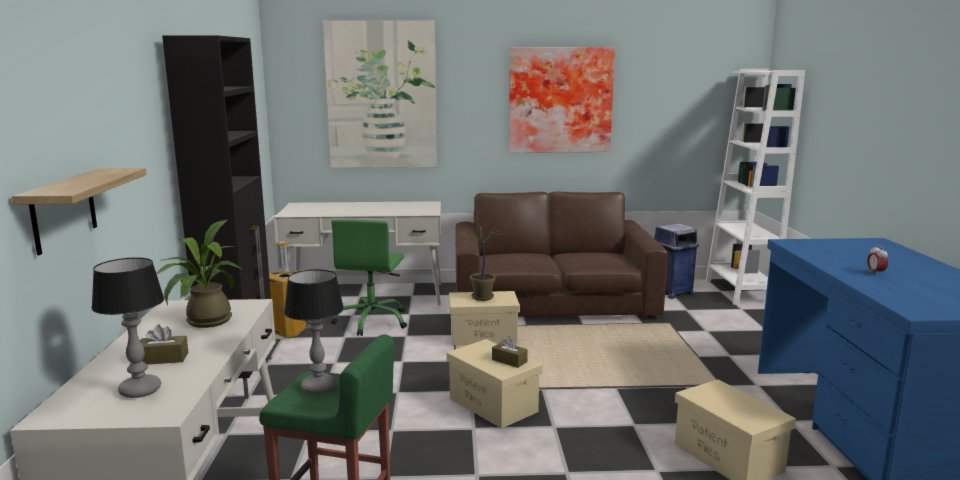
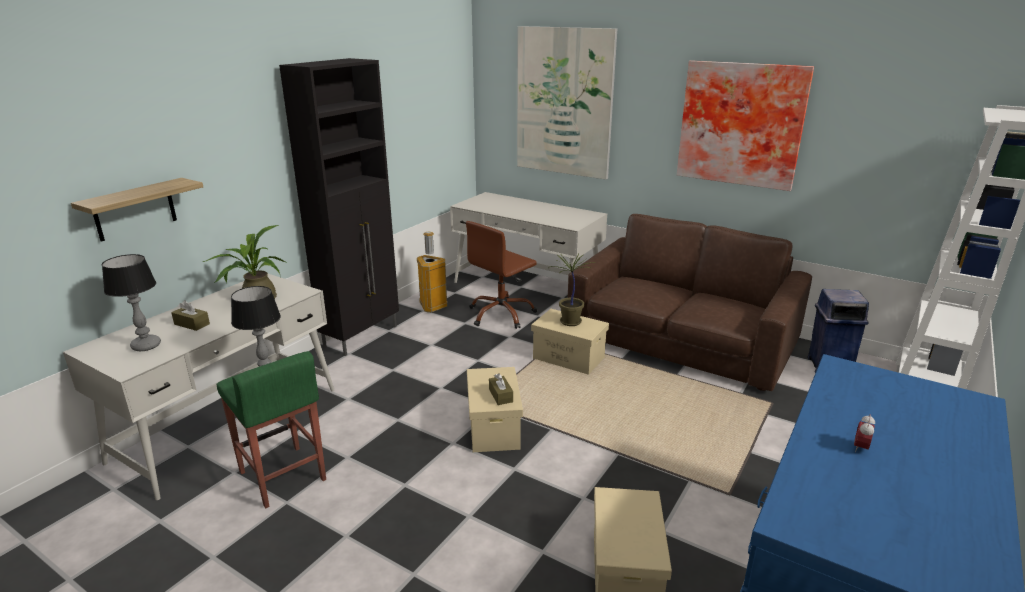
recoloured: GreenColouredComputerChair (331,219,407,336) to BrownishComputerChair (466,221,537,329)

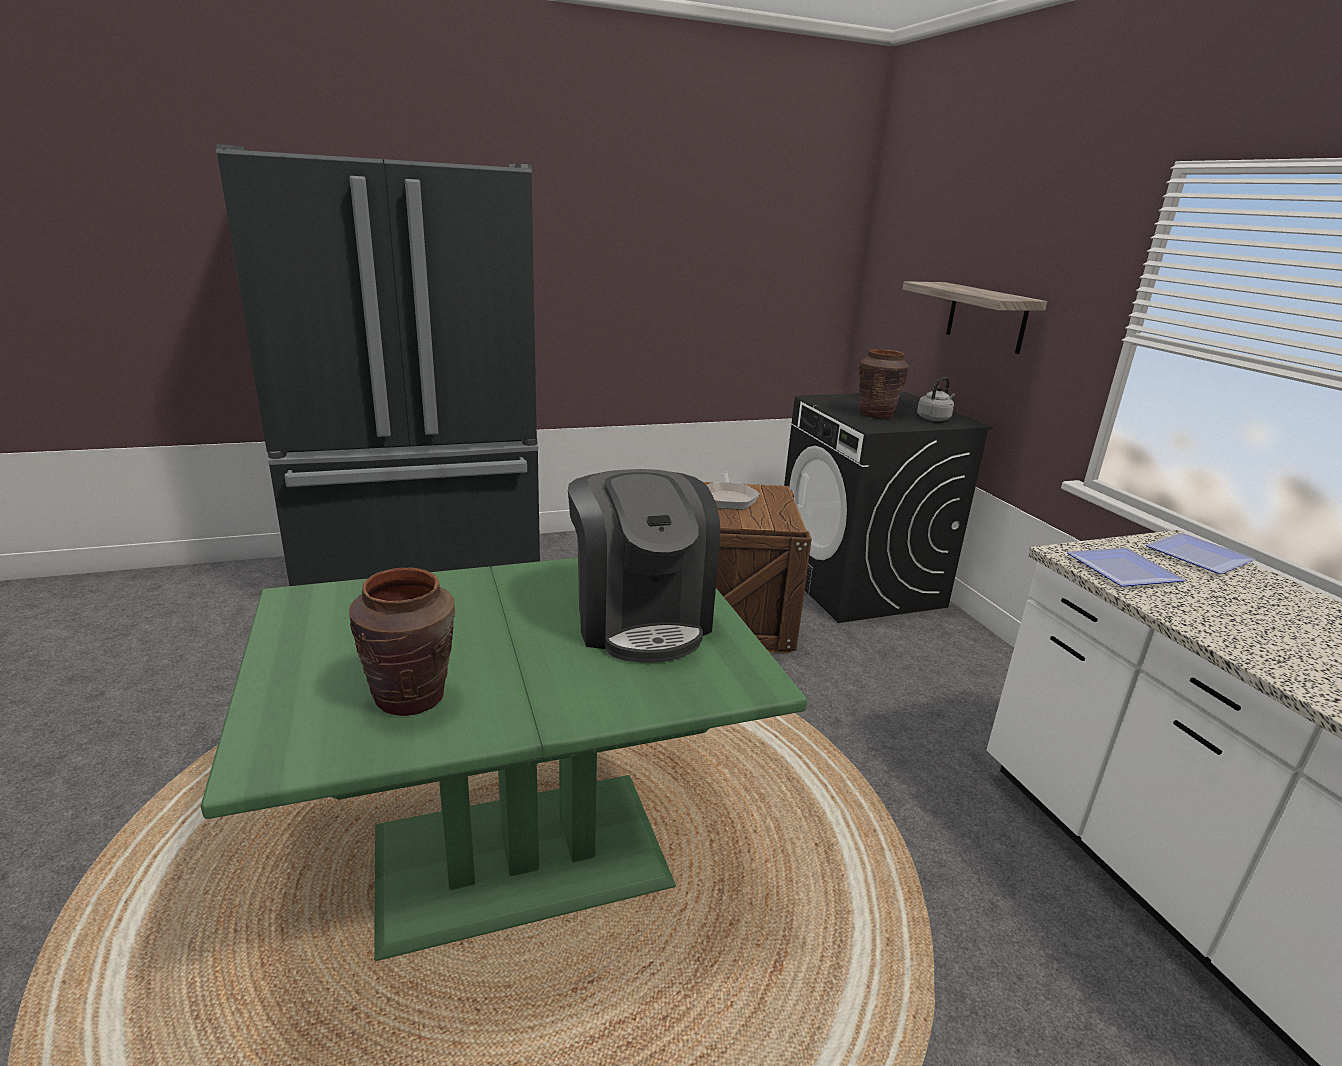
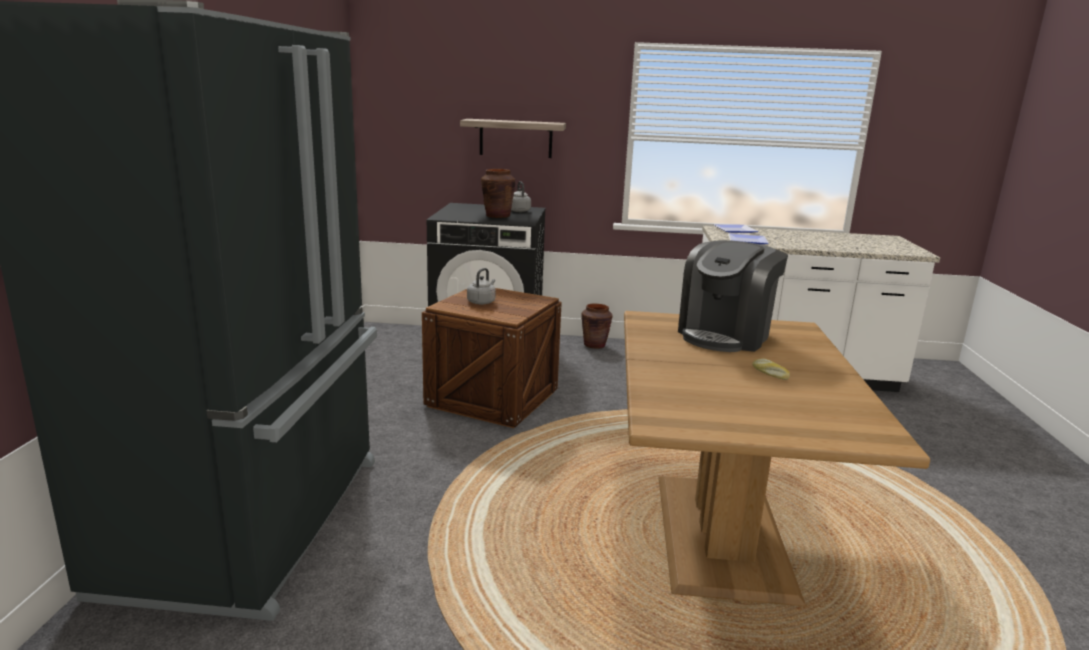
added: BakedBread (752,358,790,380)
moved: BrownishVase (349,567,455,716) to (581,304,612,349)
replaced: FryingPan (707,472,760,509) to GreyishWaterKettle (467,268,496,305)
recoloured: GreenColouredDinnerTable (200,558,807,961) to BrownishDinnerTable (624,311,930,606)
turned: CoffeeMachine (568,469,720,663) = (678,240,788,352) 120 degrees clockwise

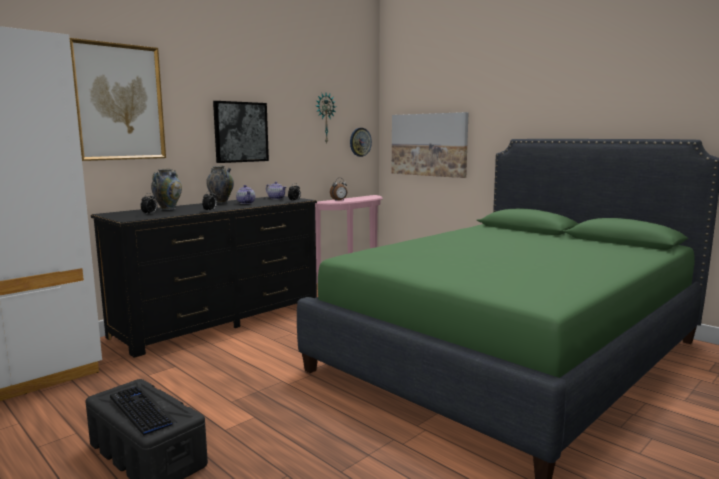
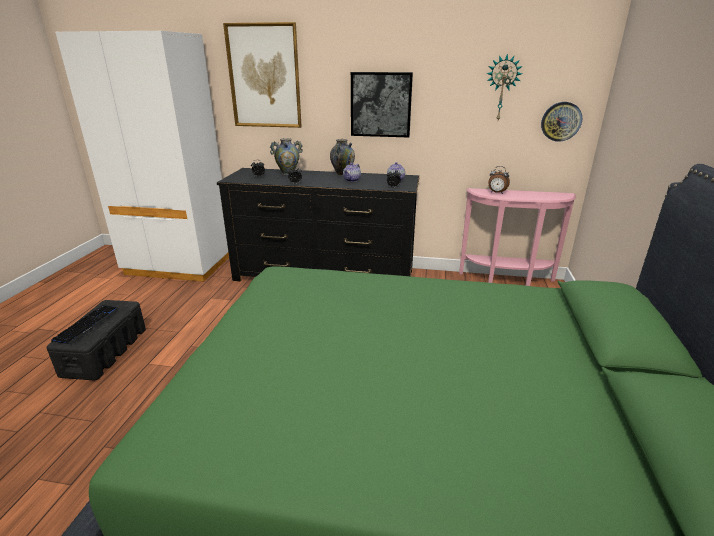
removed: WallPicture (392,112,469,178)

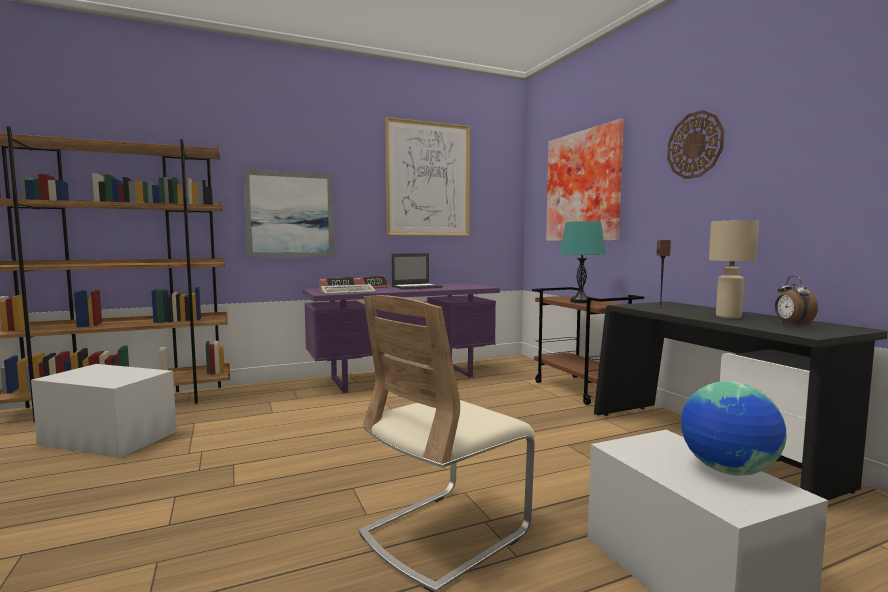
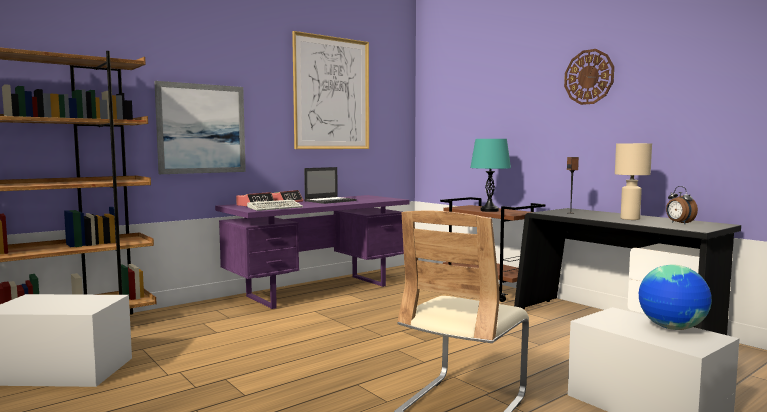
removed: WallPicture (546,119,624,241)

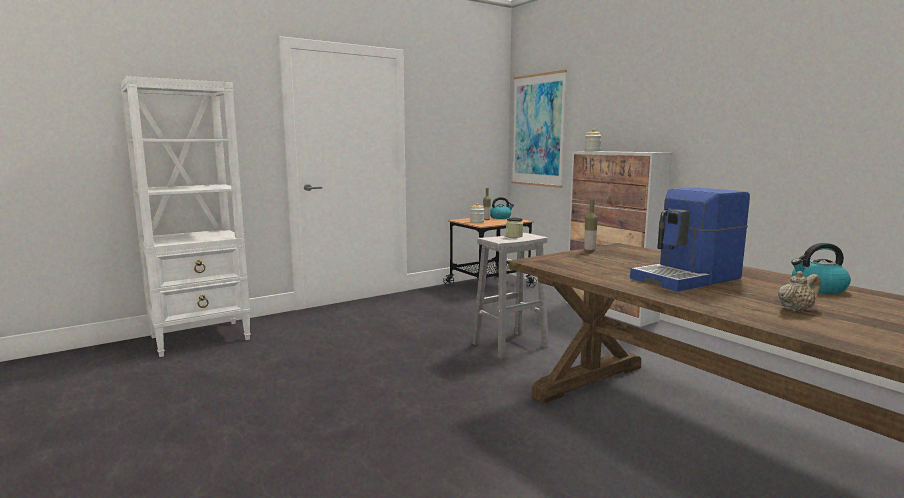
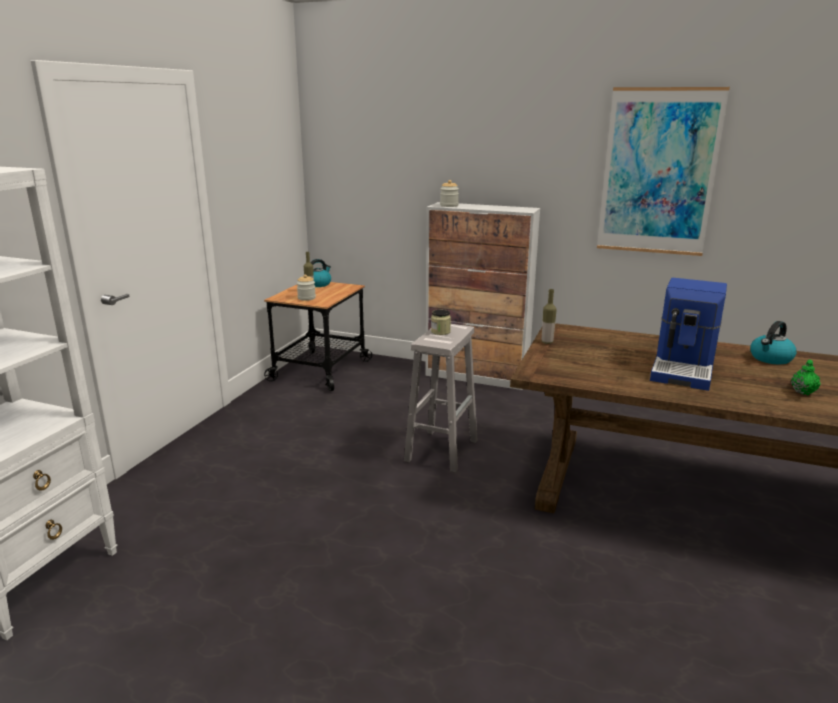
moved: WallPicture (512,70,567,188) to (597,87,730,256)
recoloured: SandColouredPotForTea (778,271,821,312) to GreenColouredPotForTea (791,360,821,395)

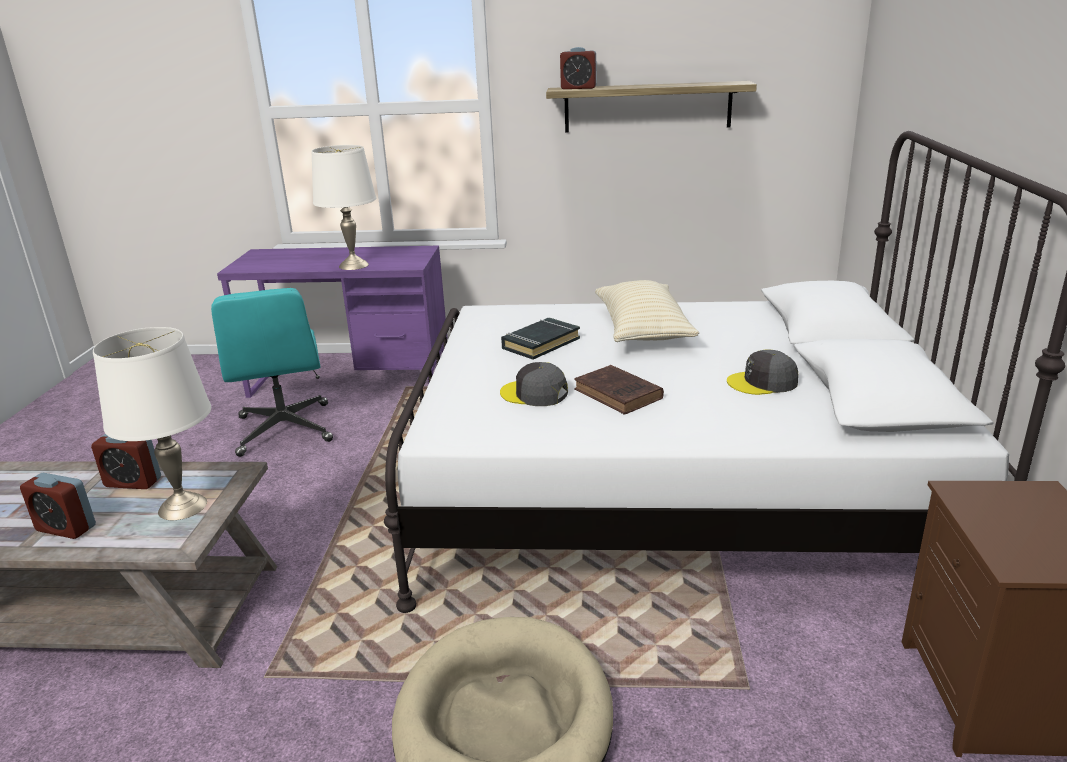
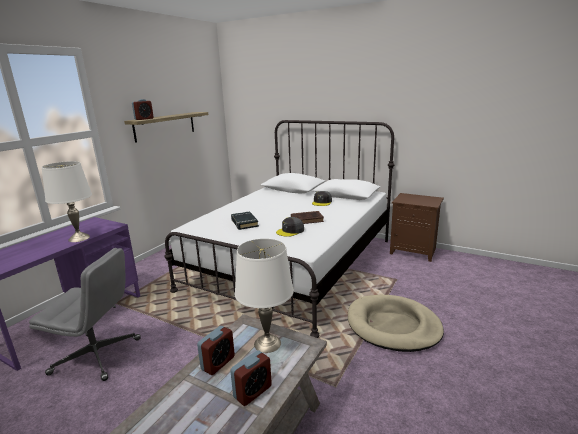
removed: SandColouredThrowPillow (595,280,699,342)
recoloured: TurquoiseColouredComputerChair (211,288,333,457) to GreyishComputerChair (29,248,141,381)

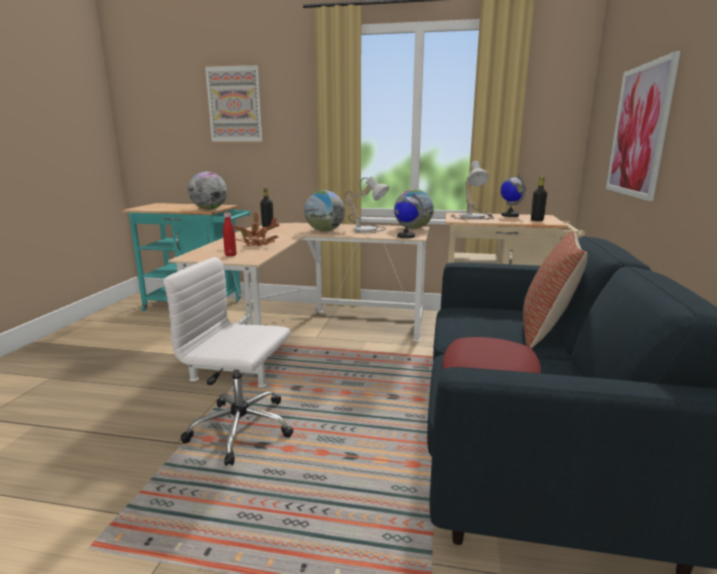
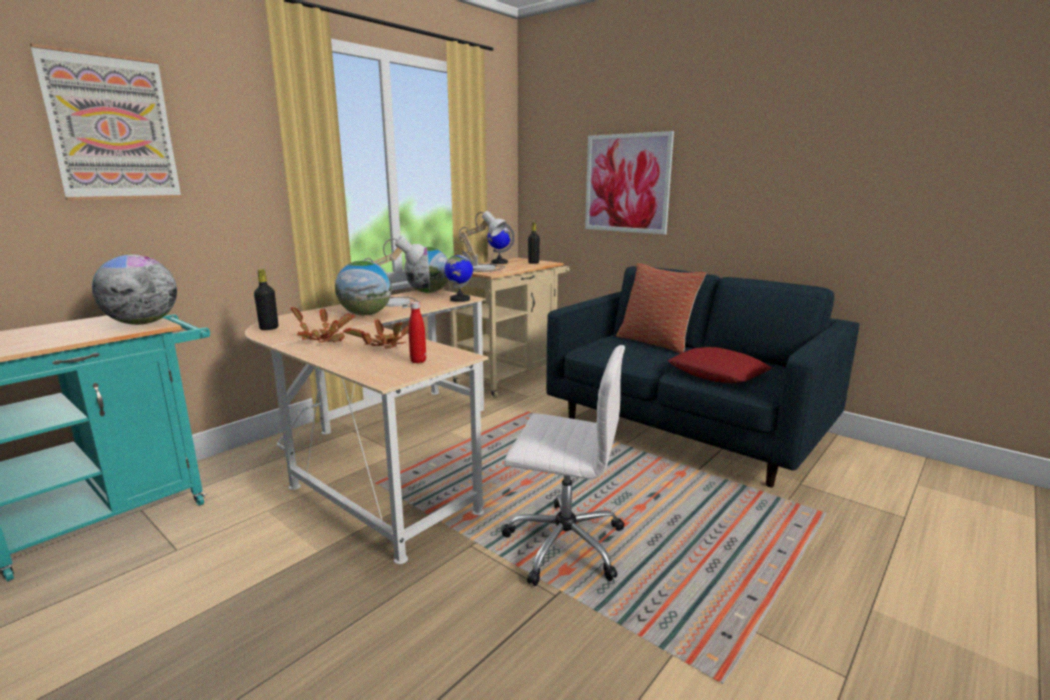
turned: WhiteColouredComputerChair (163,257,293,466) = (502,345,625,586) 120 degrees counterclockwise

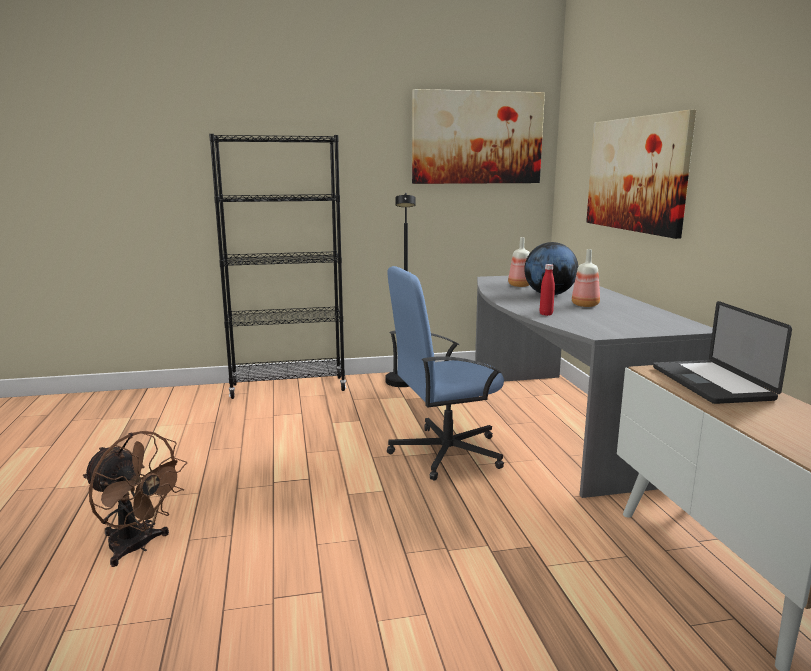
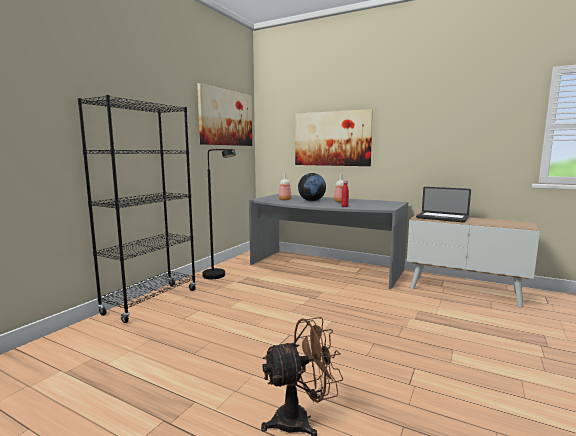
removed: BlueComputerChair (387,266,504,481)

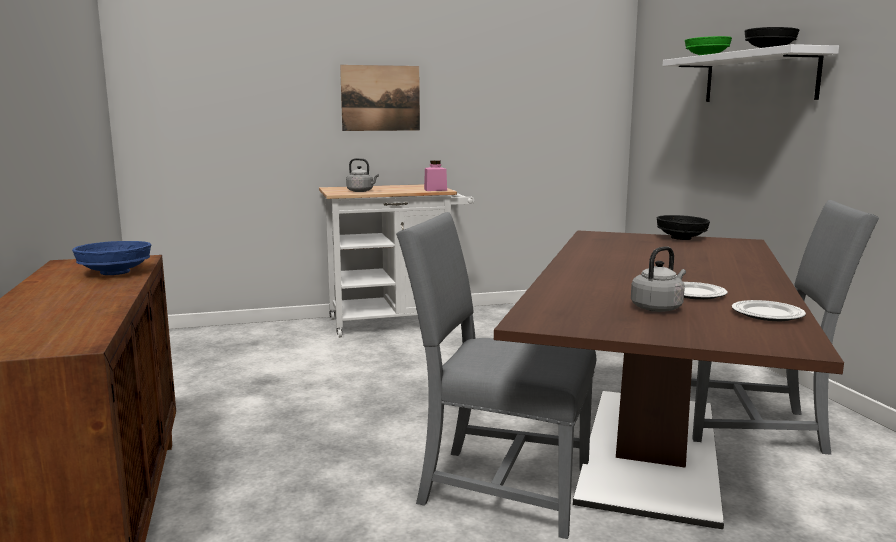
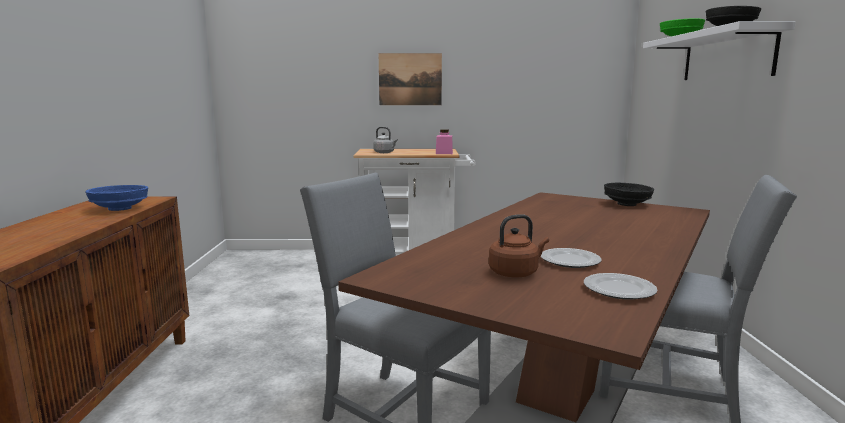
recoloured: GreyishWaterKettle (631,246,686,312) to BrownishWaterKettle (489,214,549,277)

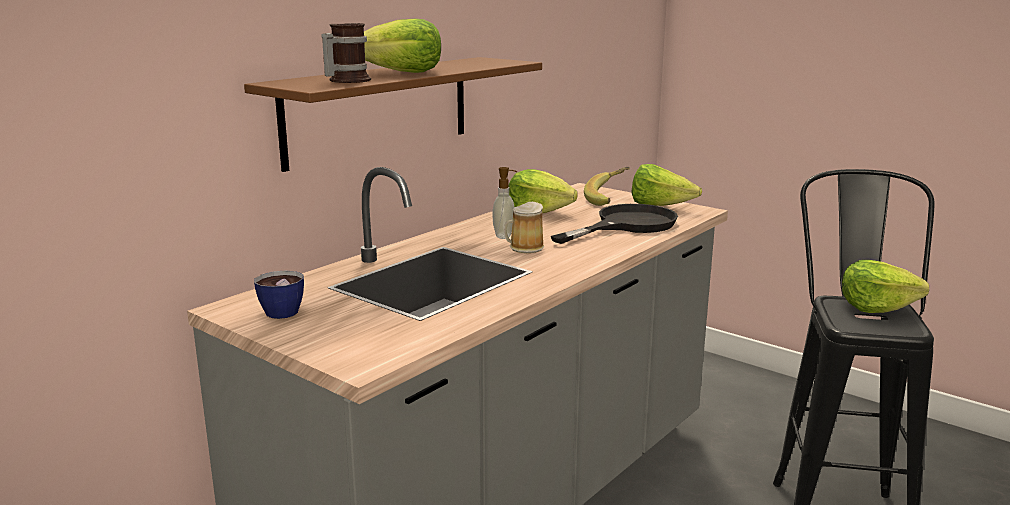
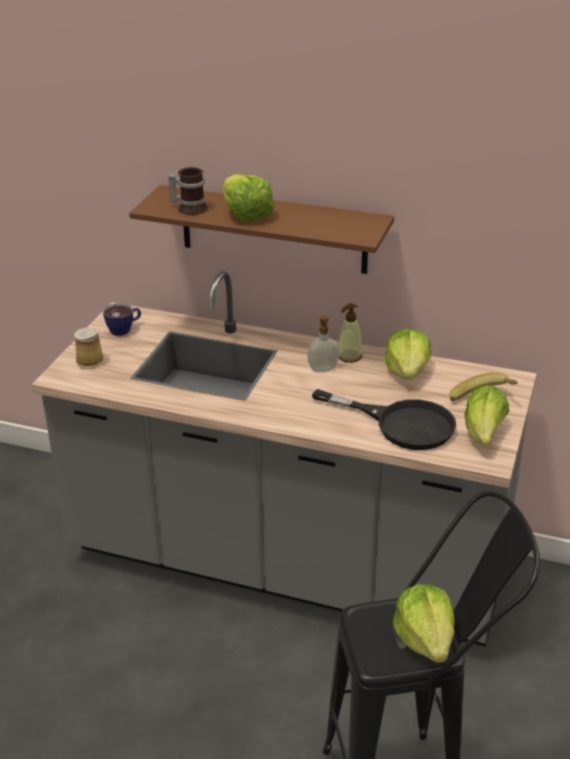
added: SoapDispenser (338,303,363,363)
moved: CoffeeMug (504,202,545,253) to (74,328,104,369)

